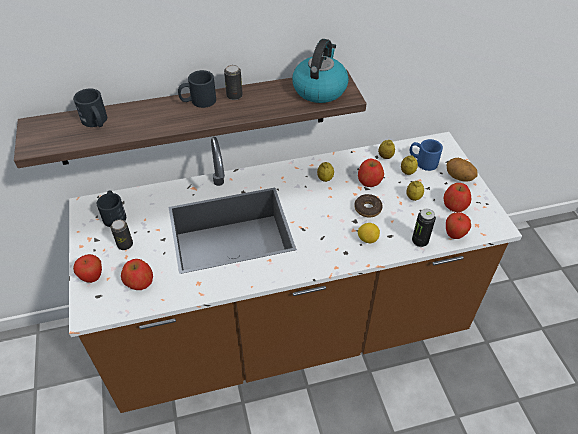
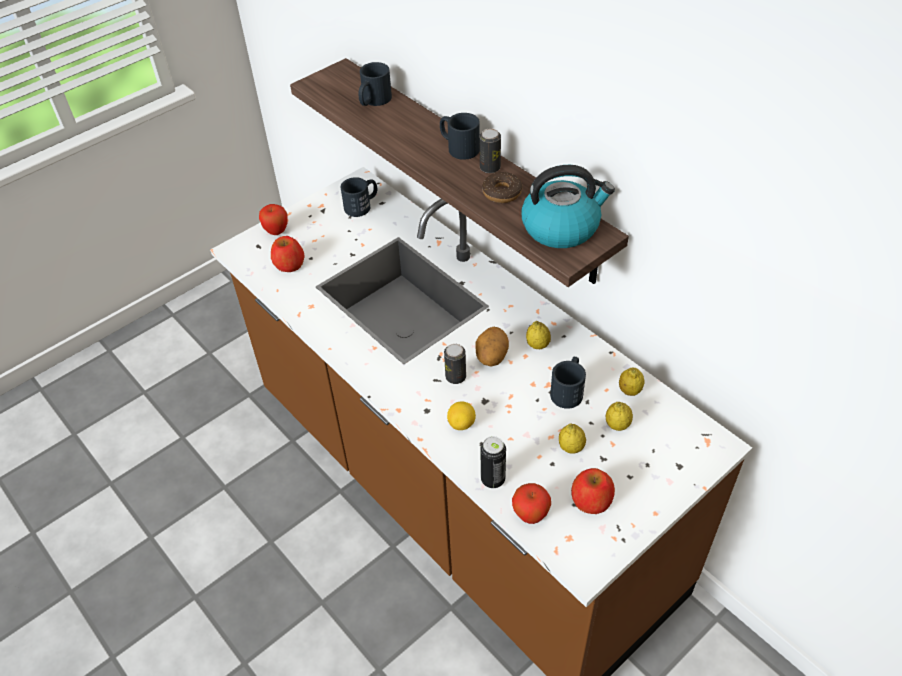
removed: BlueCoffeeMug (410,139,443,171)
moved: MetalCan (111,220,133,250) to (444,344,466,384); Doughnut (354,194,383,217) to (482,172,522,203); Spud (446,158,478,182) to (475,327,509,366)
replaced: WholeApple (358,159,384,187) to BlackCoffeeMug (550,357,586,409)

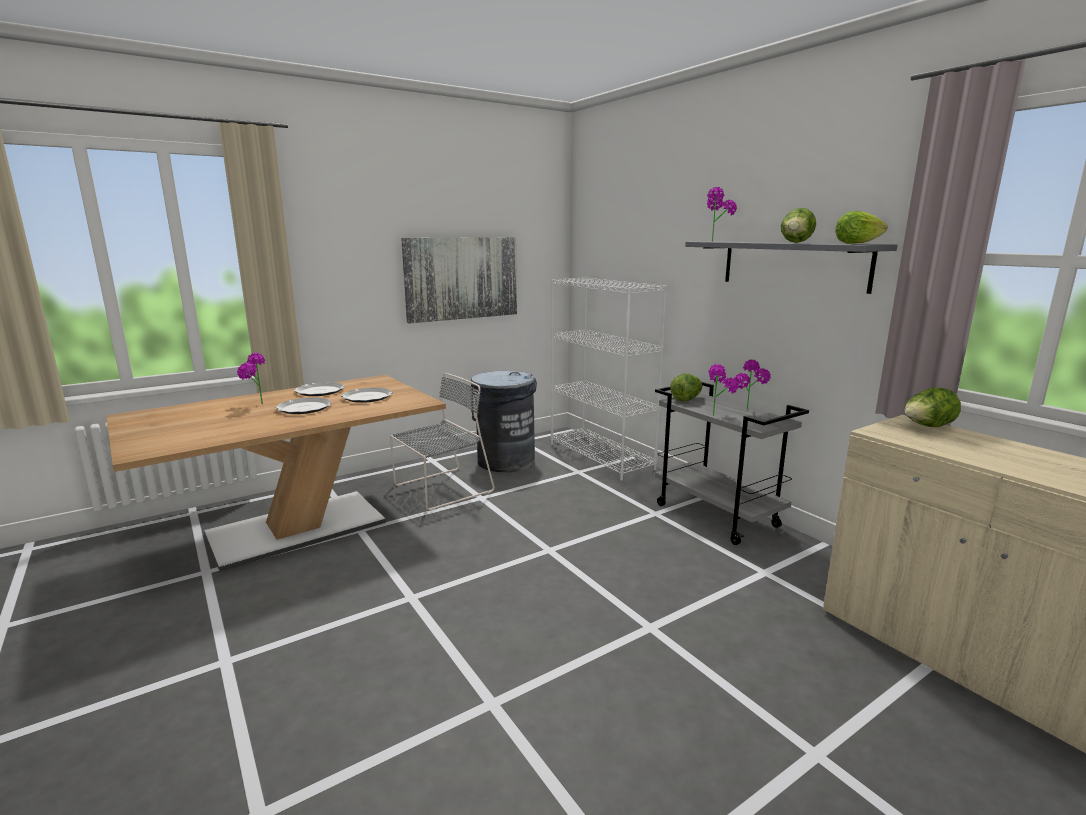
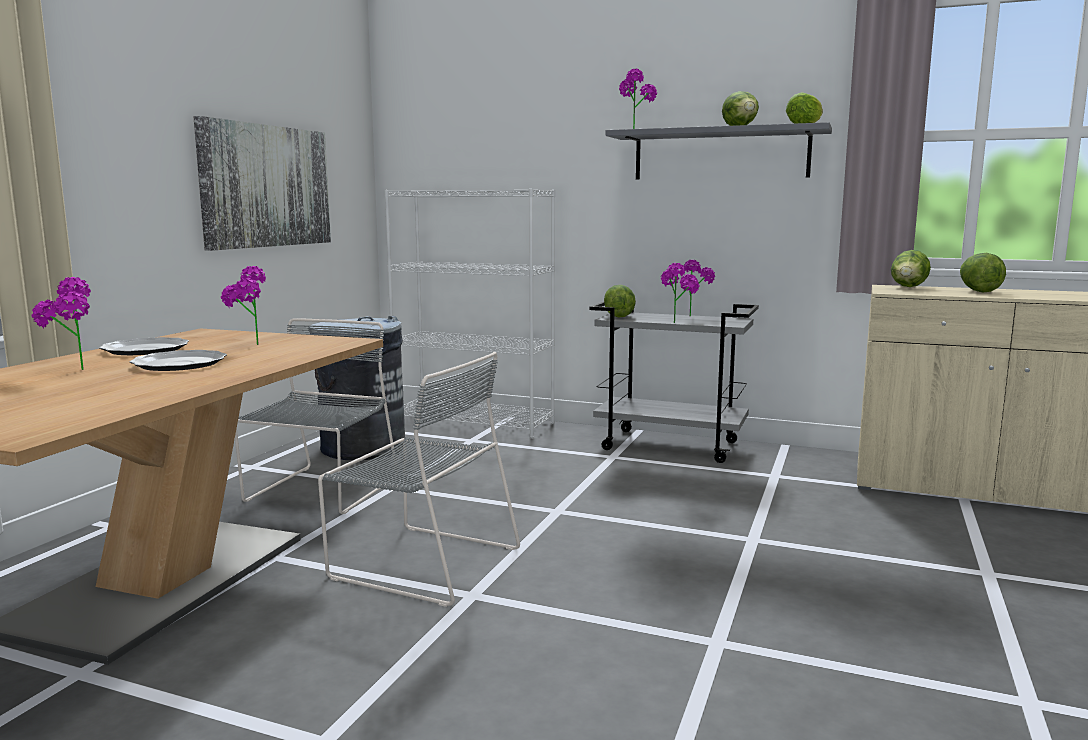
added: GreyishPlainChair (318,352,520,607); HeadOfLettuce (960,253,1006,292)
replaced: Plate (341,388,393,403) to PlantInAPot (221,266,266,345)

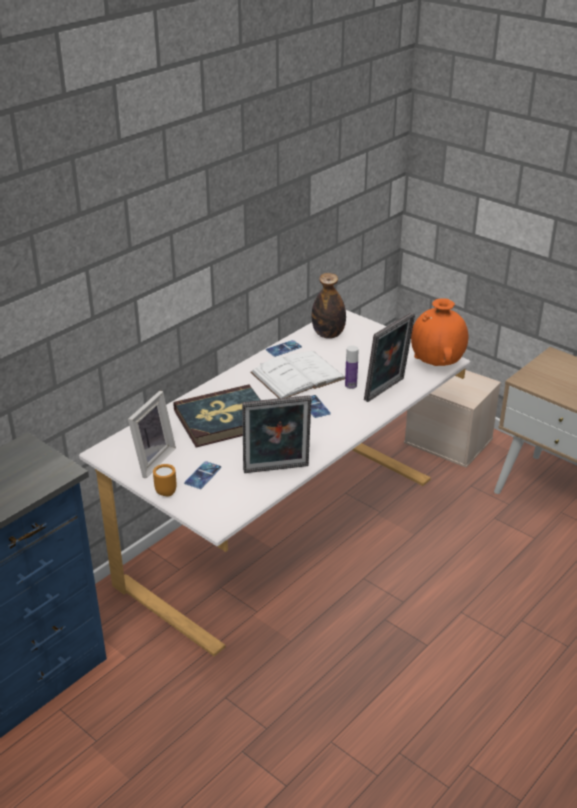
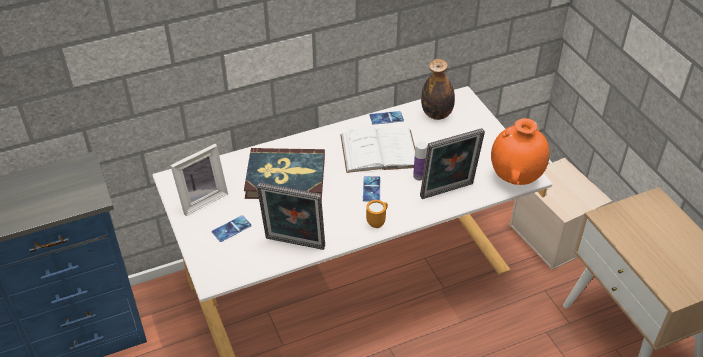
moved: OrangeColouredCoffeeMug (153,464,177,496) to (366,200,388,228)

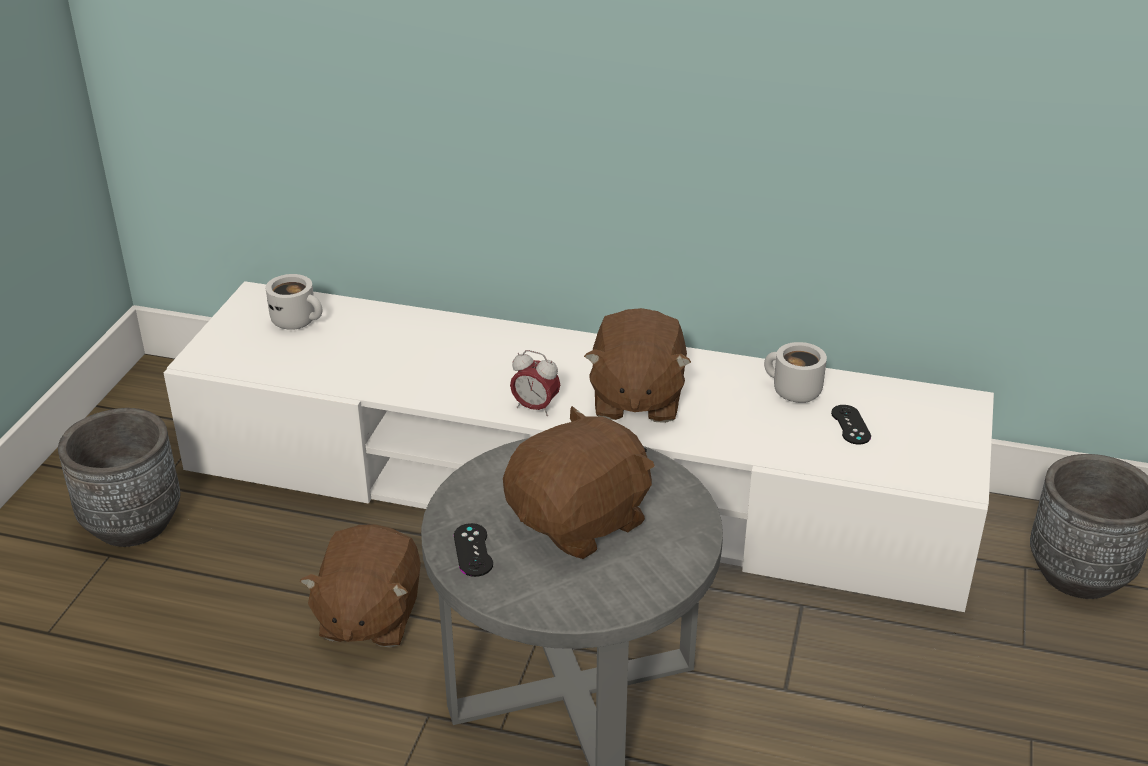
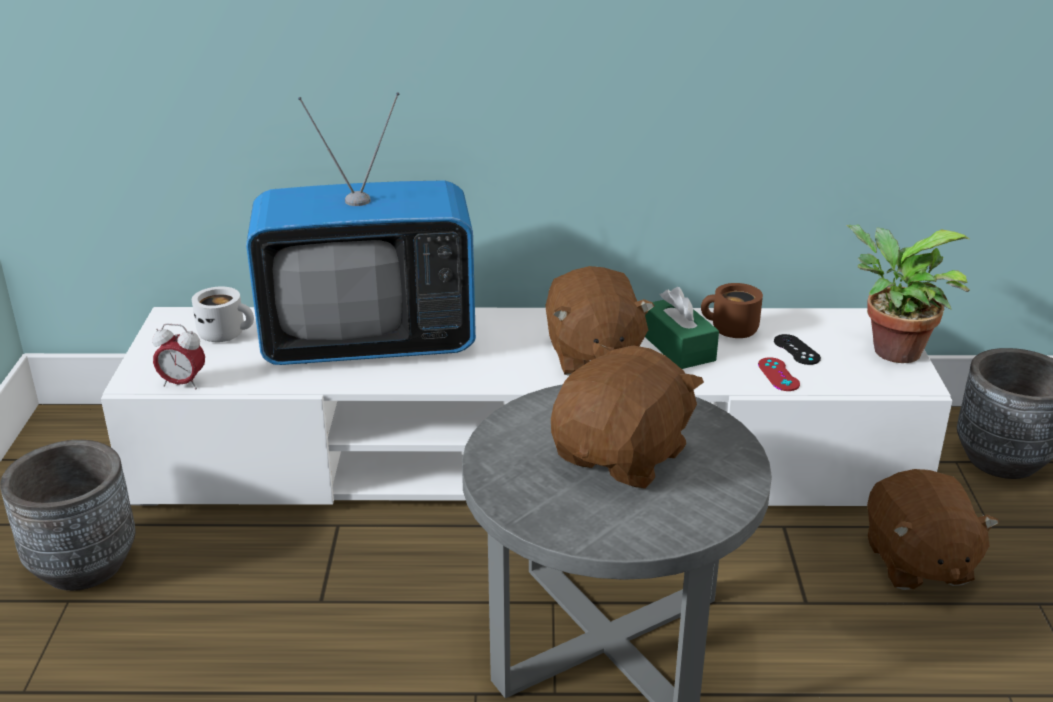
removed: BlackJoypad (454,523,493,577)
added: TvSet (246,92,476,365); GreenColouredTissueBox (645,287,719,369); ReddishJoypad (758,357,800,391); PlantInAPot (846,224,971,363)
moved: BrownishCuddlyToy (300,524,421,647) to (867,469,999,590); TableClock (510,350,560,416) to (152,324,205,389)
recoloured: WhiteColouredCoffeeMug (764,342,827,403) to BrownishCoffeeMug (701,283,763,338)

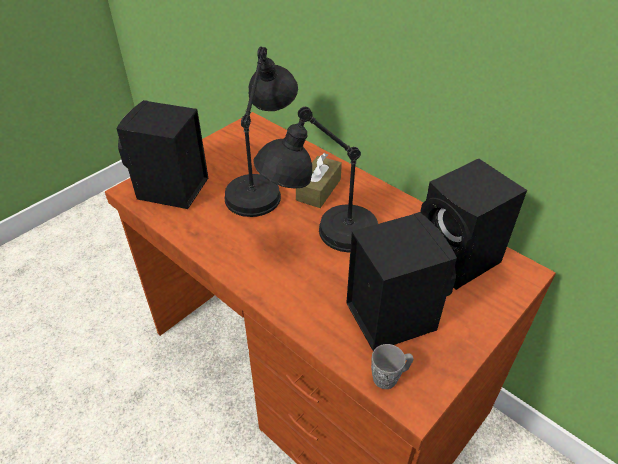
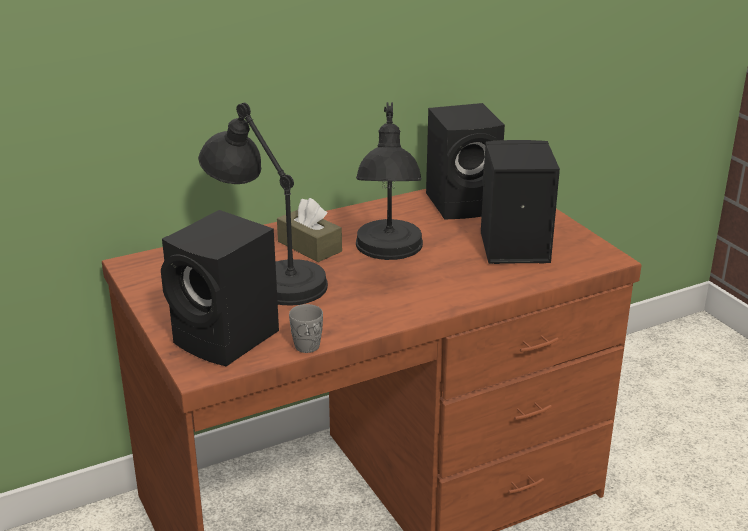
moved: GreyishCoffeeMug (371,344,414,389) to (289,304,323,353)

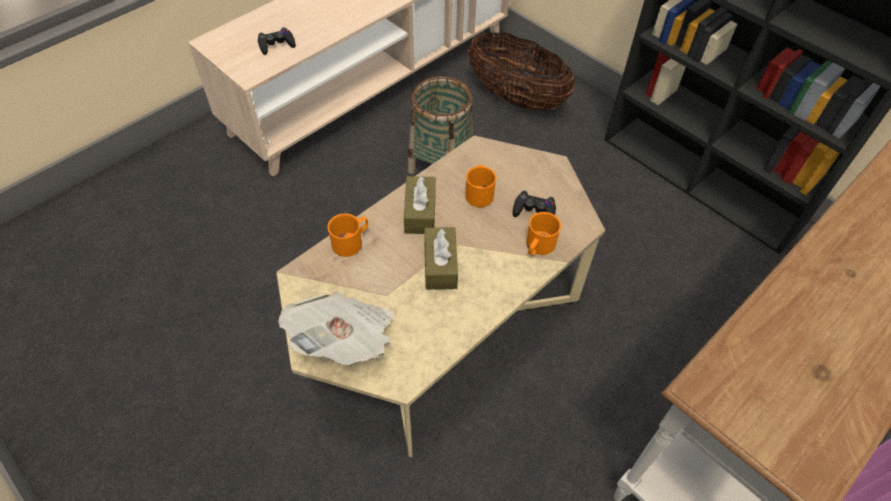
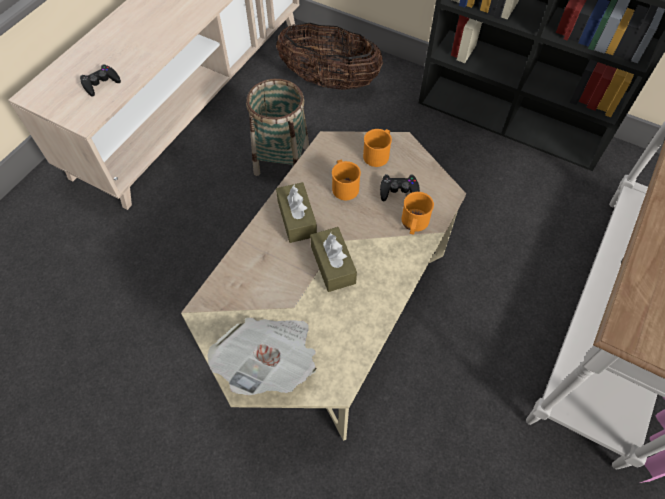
moved: OrangeColouredCoffeeMug (327,213,368,257) to (363,129,392,167)

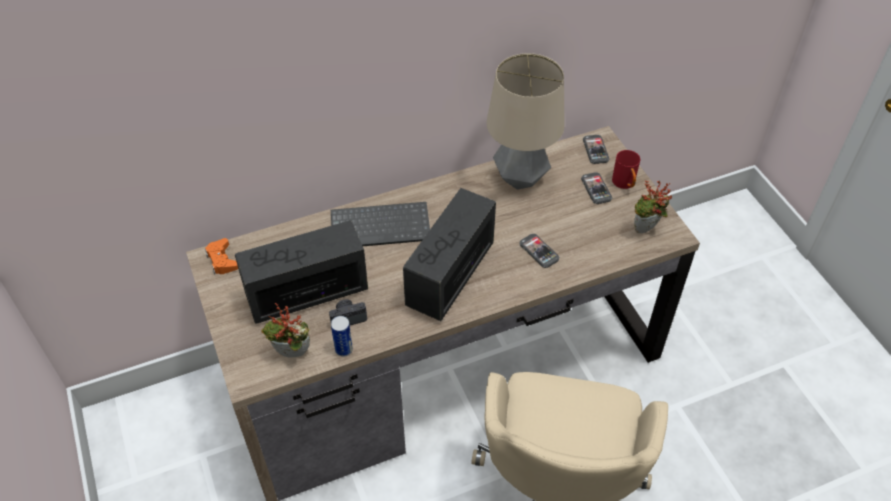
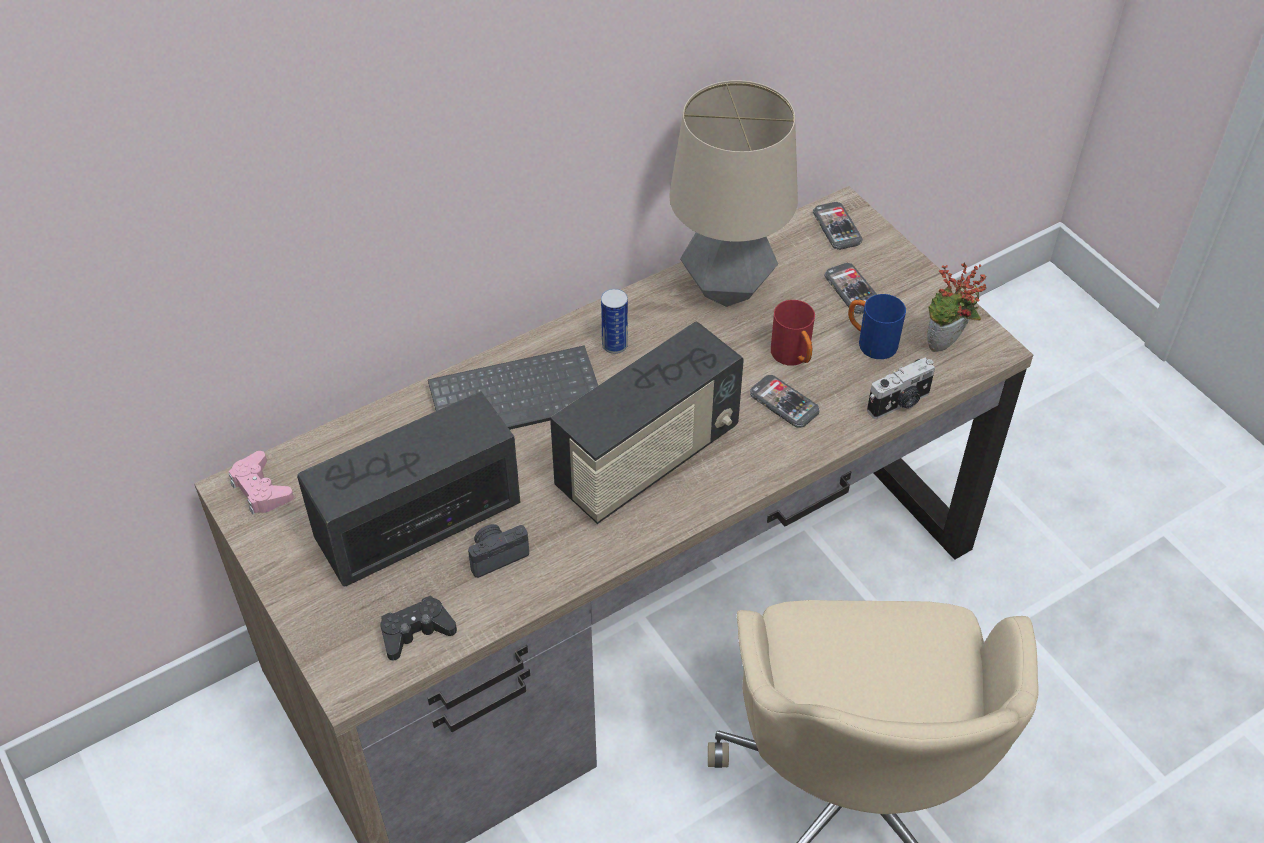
added: BlueCoffeeMug (848,294,906,359); PhotoCamera (867,358,935,419)
moved: MetalCan (331,316,353,357) to (601,289,628,354); ReddishCoffeeMug (612,150,640,189) to (771,300,815,366)
replaced: PlantInAPot (261,303,310,357) to BlackJoypad (380,596,457,660)
recoloured: OrangeColouredJoypad (205,238,238,274) to PinkishJoypad (229,451,294,514)
turned: RadioReceiver (403,188,496,321) = (550,321,744,524) 150 degrees counterclockwise

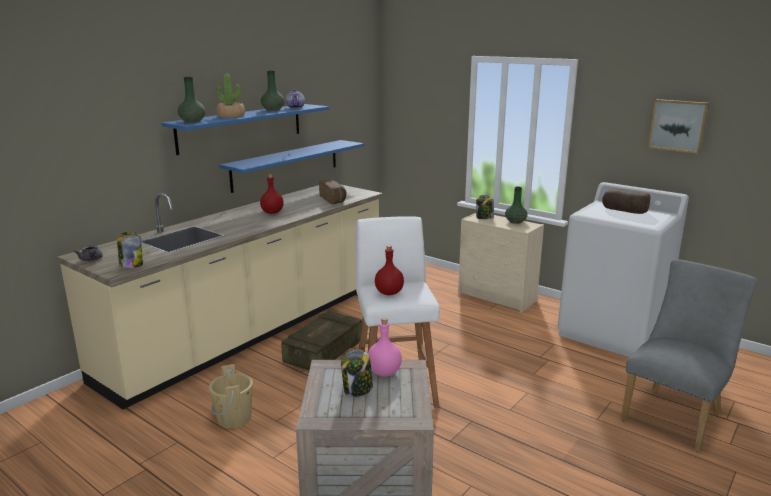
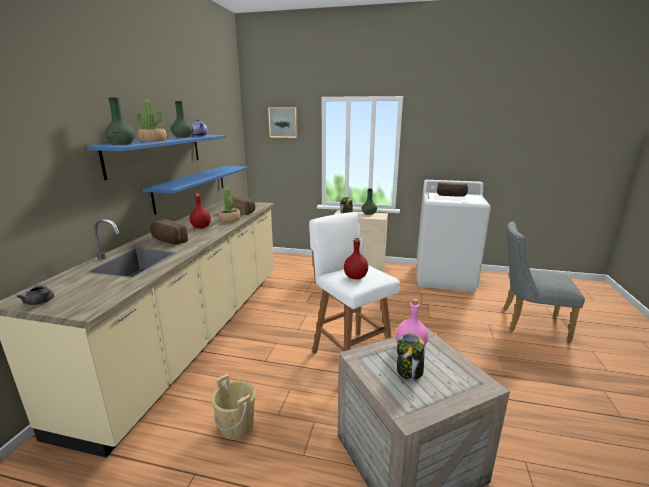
removed: Jar (117,232,143,268); Crate (281,311,362,371)
added: BakedBread (150,219,188,244); PlantInAPot (218,187,241,222)
moved: WallPicture (648,99,709,154) to (268,107,298,138)
turned: GreyishPlainChair (621,259,757,452) = (503,221,585,342) 90 degrees counterclockwise

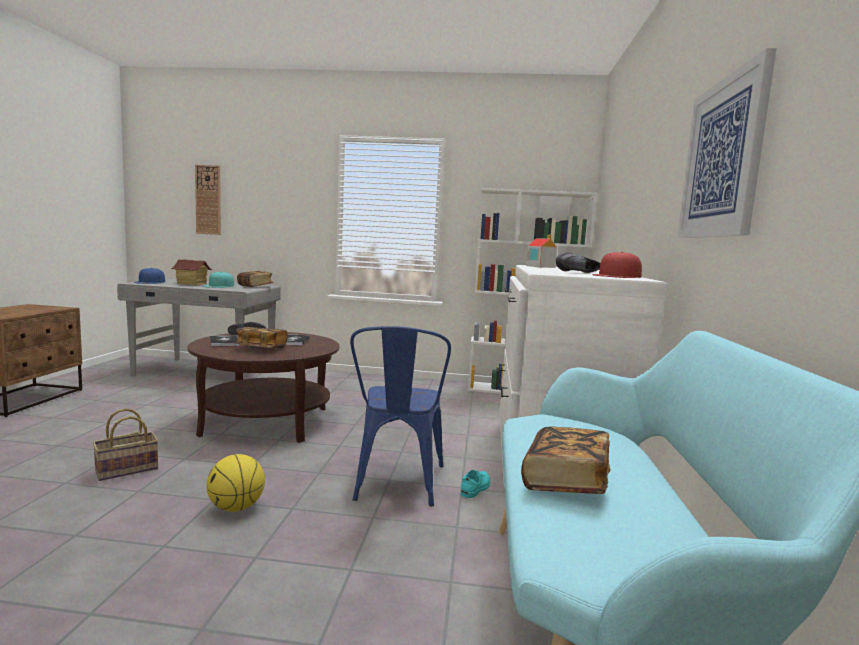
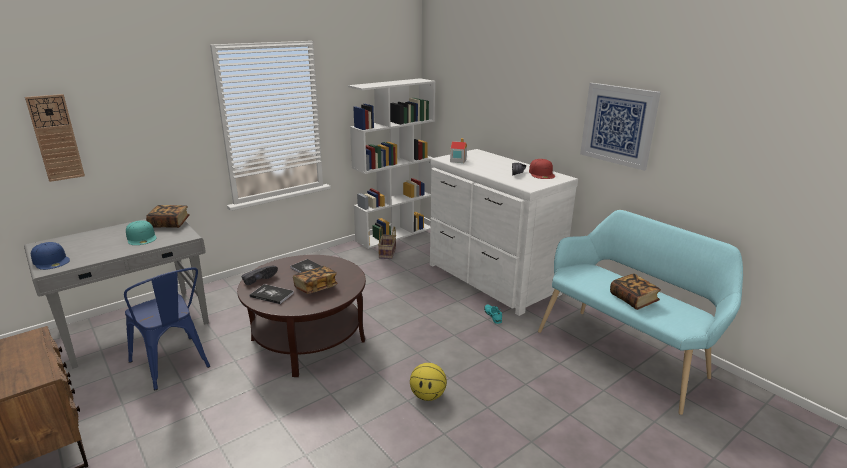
removed: ToyHouse (170,259,212,285)
moved: HouseholdBasket (93,408,159,481) to (378,226,396,259); BluePlainChair (350,326,451,506) to (124,267,210,390)

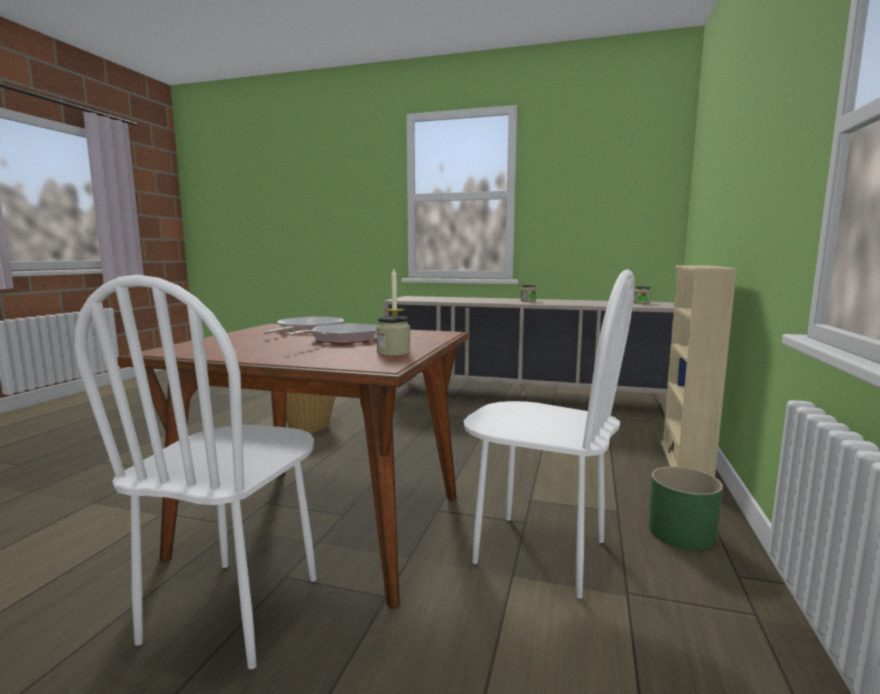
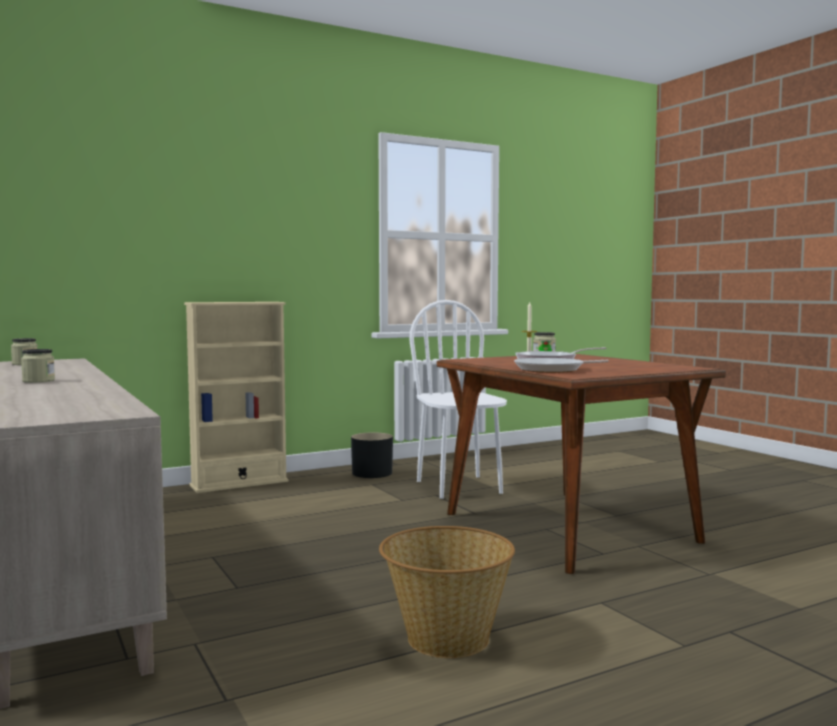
removed: WhiteColouredPlainChair (74,275,317,669)
recoloured: GreenColouredFlowerPot (649,466,723,550) to BlackFlowerPot (351,432,393,478)

